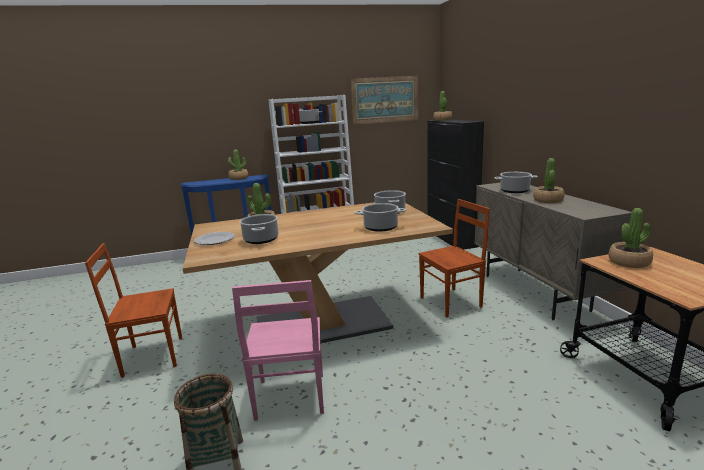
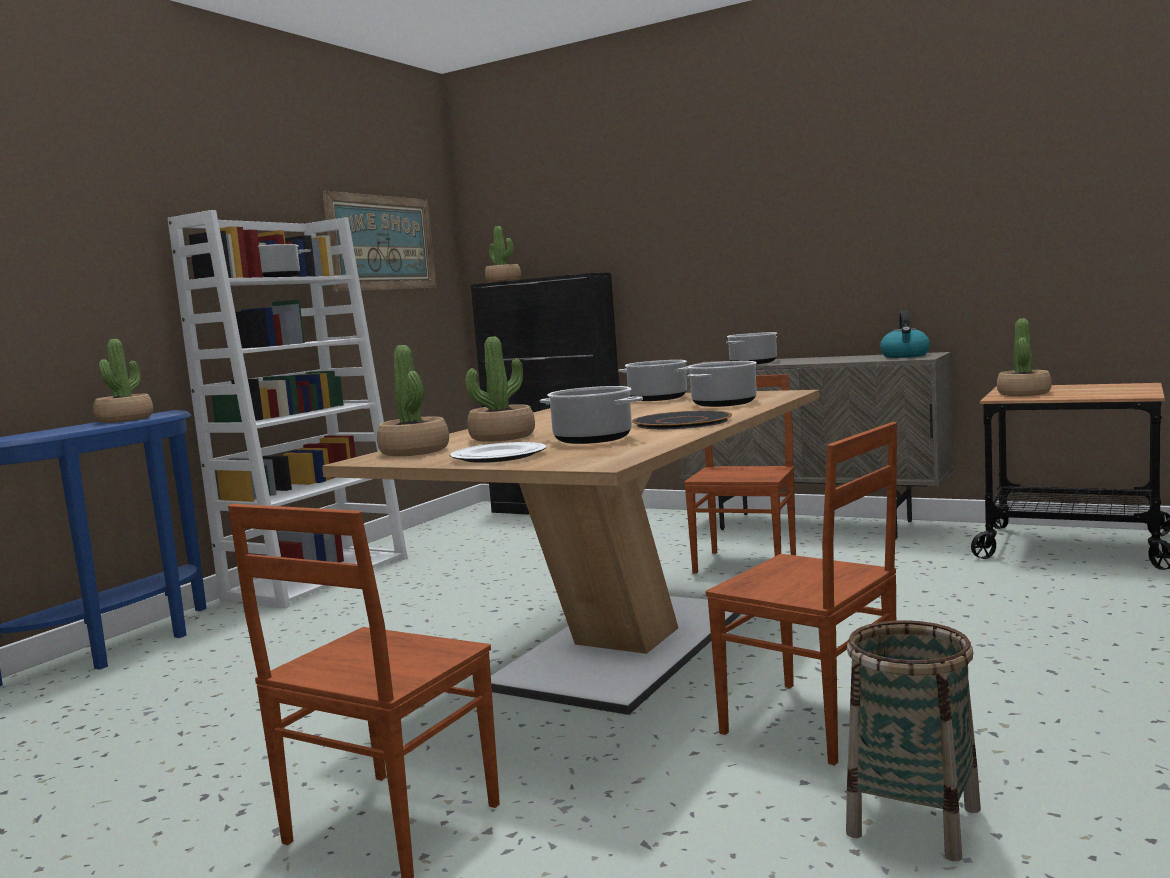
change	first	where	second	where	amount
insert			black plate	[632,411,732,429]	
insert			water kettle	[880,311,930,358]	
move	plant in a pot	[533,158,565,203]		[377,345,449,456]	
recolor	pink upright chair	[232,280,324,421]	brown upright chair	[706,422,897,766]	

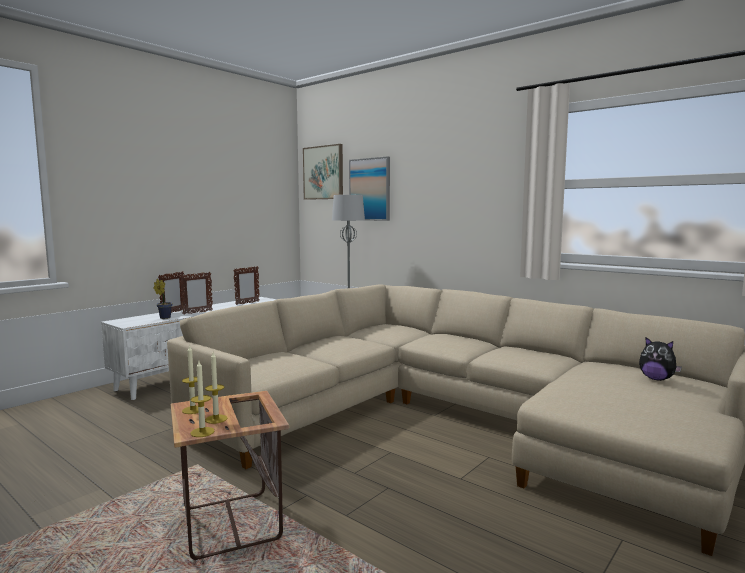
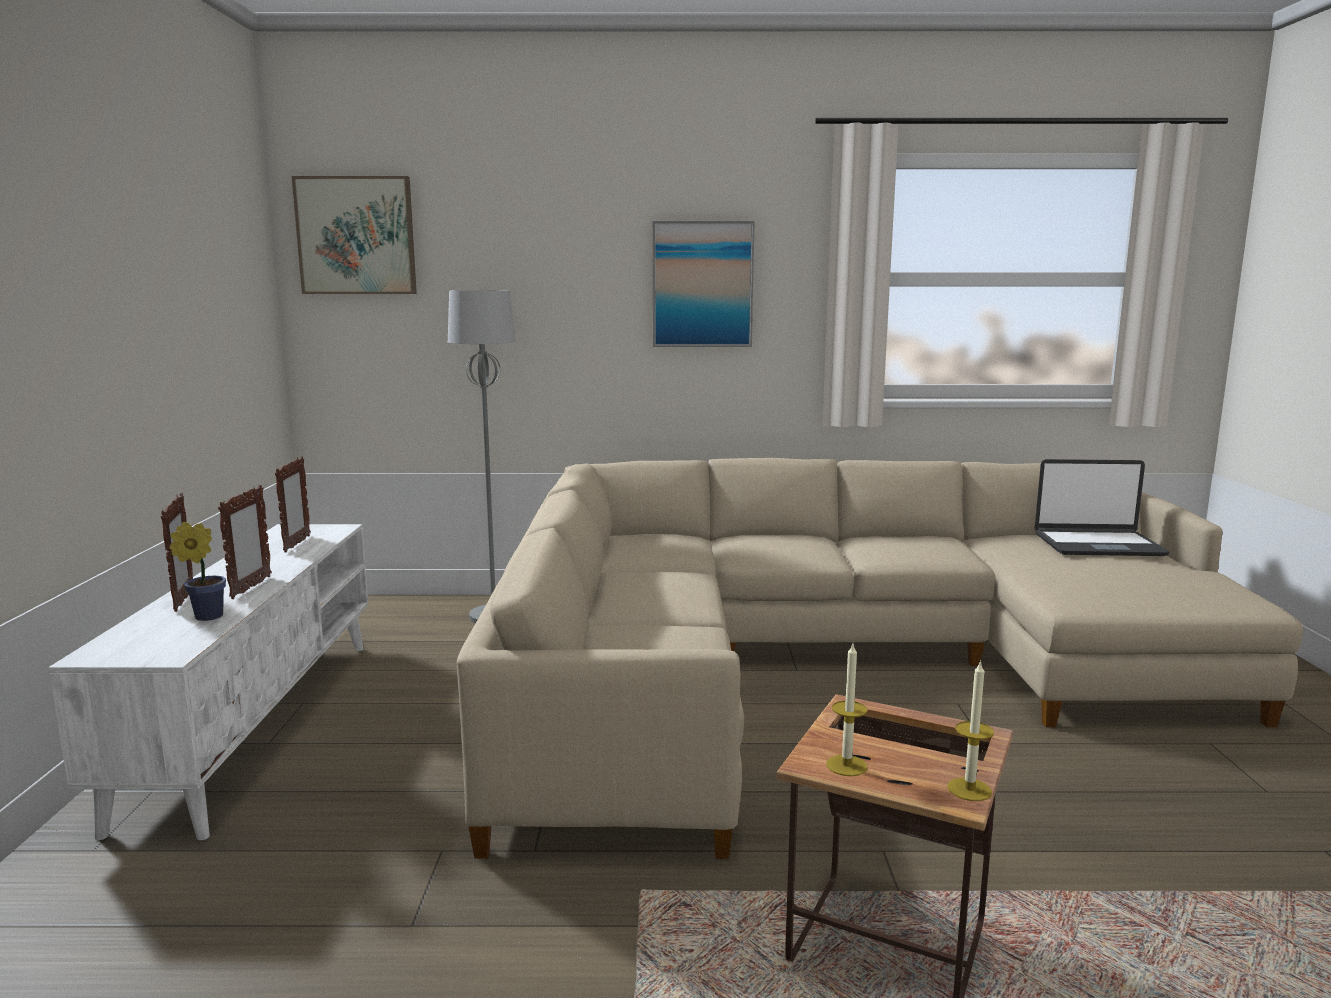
change	first	where	second	where	amount
delete	wax light	[205,352,227,424]			
move	wall picture	[349,156,390,221]		[653,221,754,347]	
replace	plush toy	[639,337,682,381]	notebook computer	[1035,459,1170,556]	

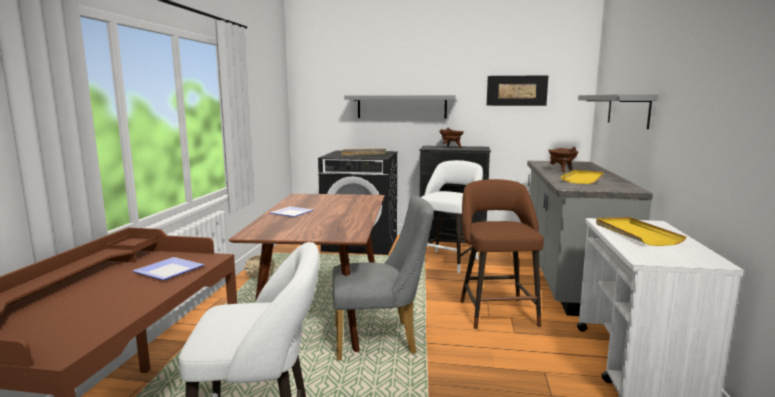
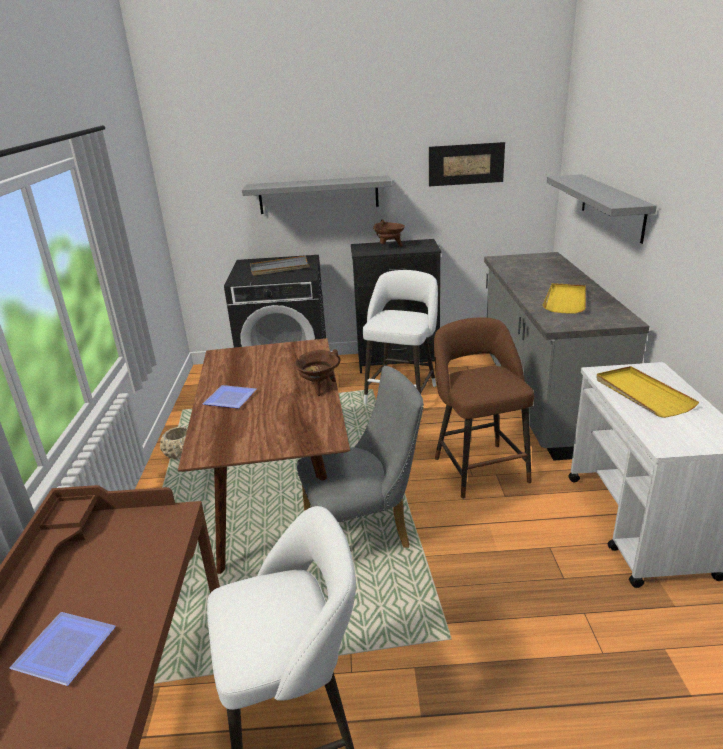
change	first	where	second	where	amount
move	plate	[133,257,204,280]		[9,612,116,686]	
move	brown cooking pot	[548,147,579,172]		[294,349,341,396]	

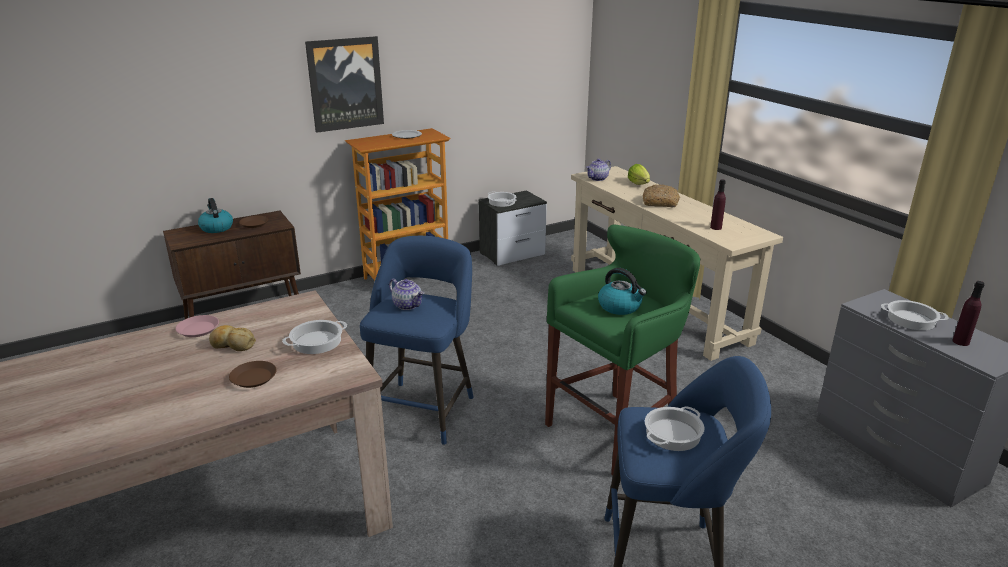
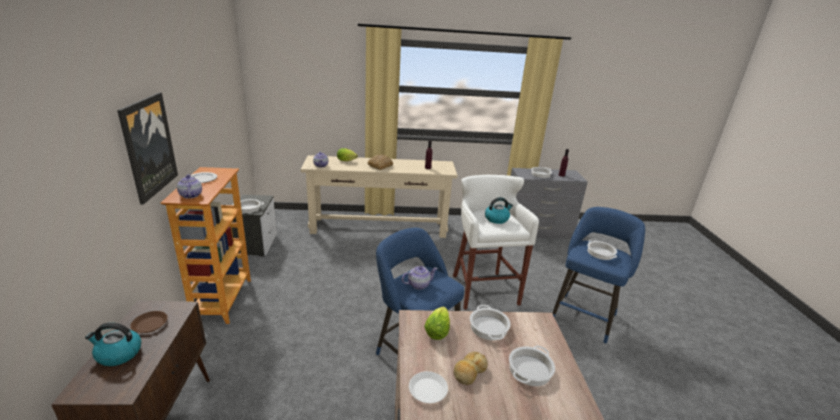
change	first	where	second	where	amount
insert			pot for tea	[177,174,202,199]	
insert			lettuce	[424,307,450,340]	
replace	brown plate	[229,361,277,388]	cooking pot	[509,346,555,386]	
recolor	pink plate	[176,315,219,337]	white-coloured plate	[409,371,448,403]	
recolor	greenish sitting stool	[545,225,700,475]	white-coloured sitting stool	[453,175,539,310]	

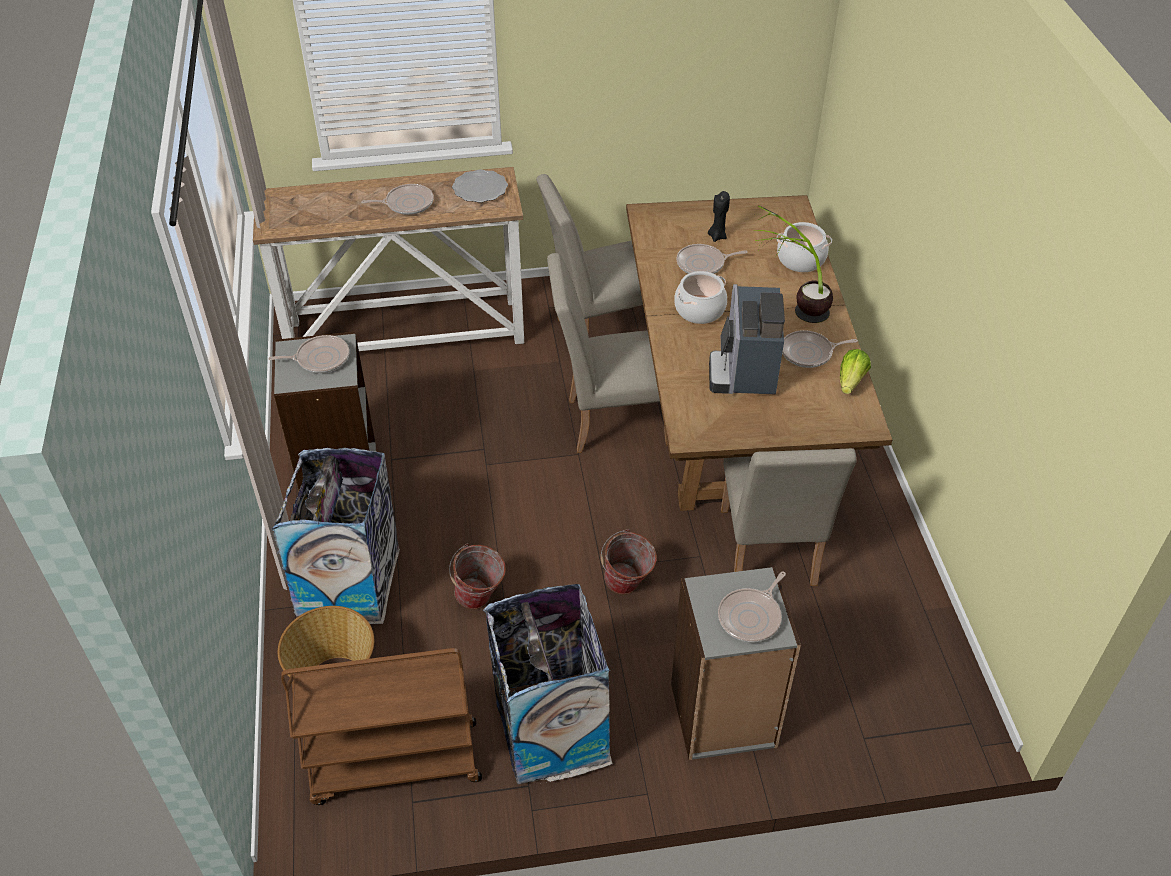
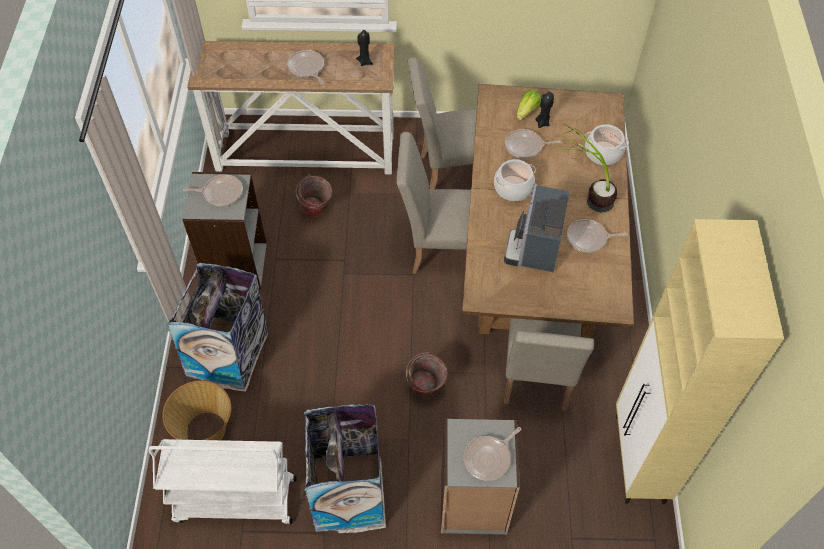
change	first	where	second	where	amount
insert			sand-coloured cupboard	[616,219,784,504]	
move	water bucket	[449,543,506,609]		[296,174,332,217]	
move	lettuce	[840,349,871,394]		[516,90,542,120]	
replace	plate	[452,169,508,203]	black wax light	[356,30,373,66]	
recolor	brown trolley	[281,648,482,805]	white-coloured trolley	[149,439,297,524]	
rotate	pan	[362,184,434,215]		[288,50,324,85]	120 degrees counterclockwise

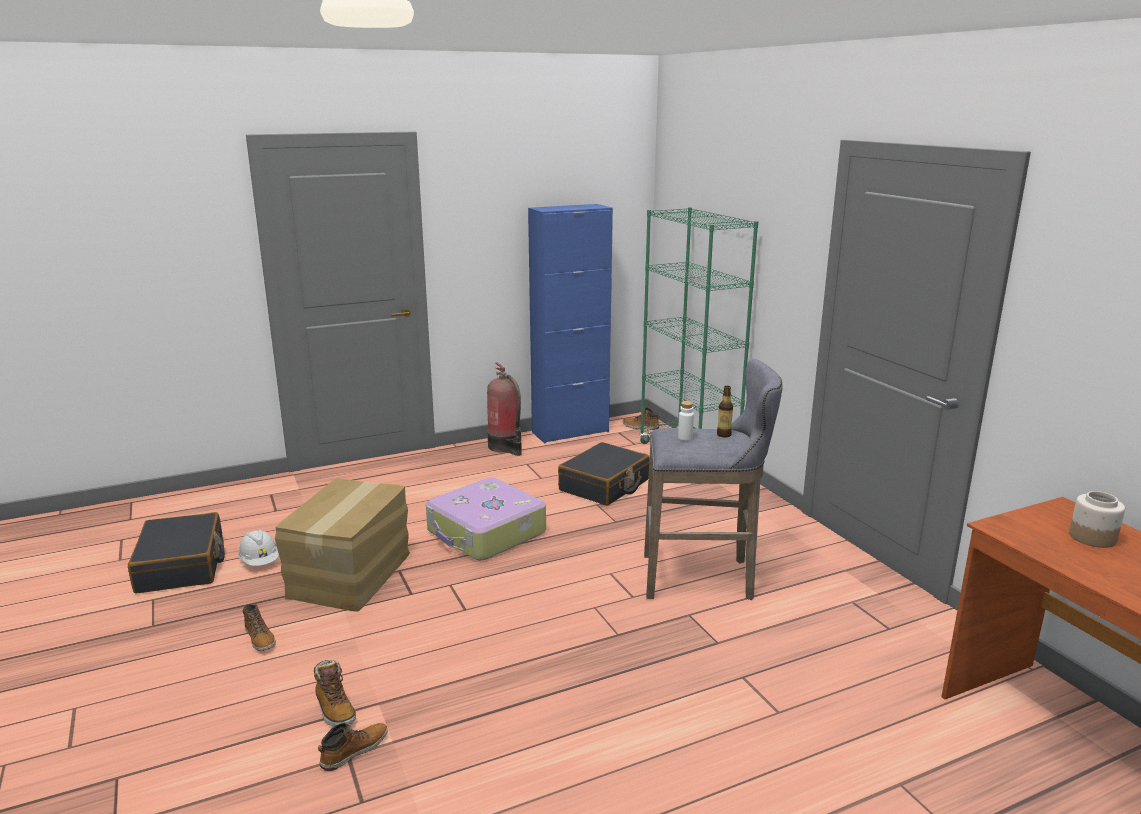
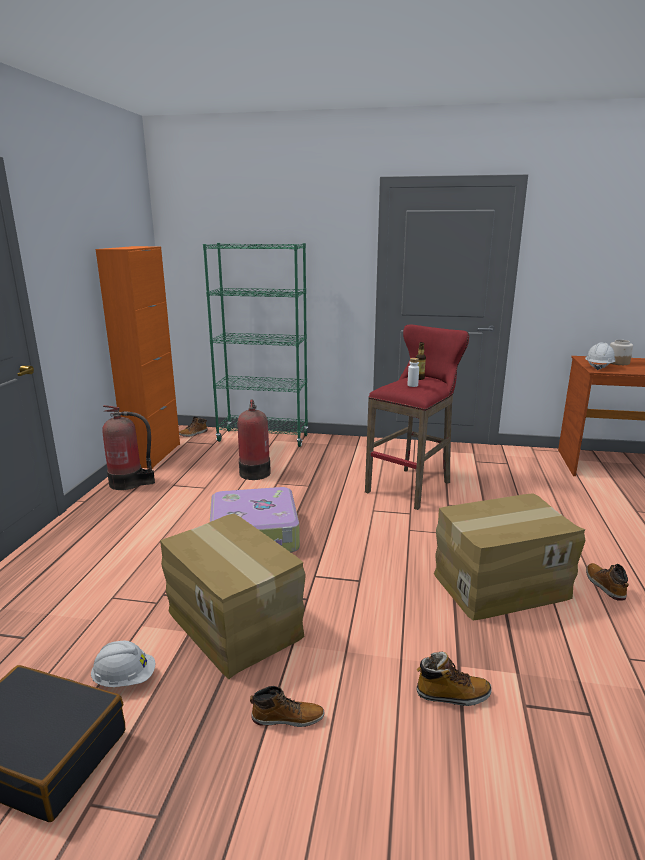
change	first	where	second	where	amount
insert			cardboard box	[434,493,585,621]	
insert			white-coloured hard hat	[585,342,615,370]	
move	boot	[318,723,388,771]		[586,563,629,601]	
replace	black piece of luggage	[558,442,650,506]	extinguisher	[238,400,271,480]	
recolor	blue-coloured cupboard	[528,204,613,443]	orange-coloured cupboard	[96,246,180,469]	
recolor	gray sitting stool	[644,359,783,600]	red sitting stool	[365,325,469,510]	

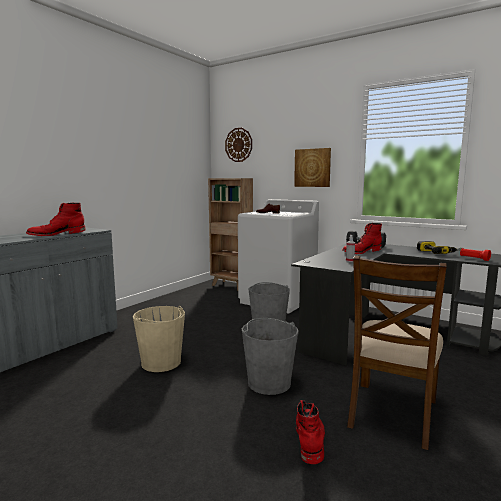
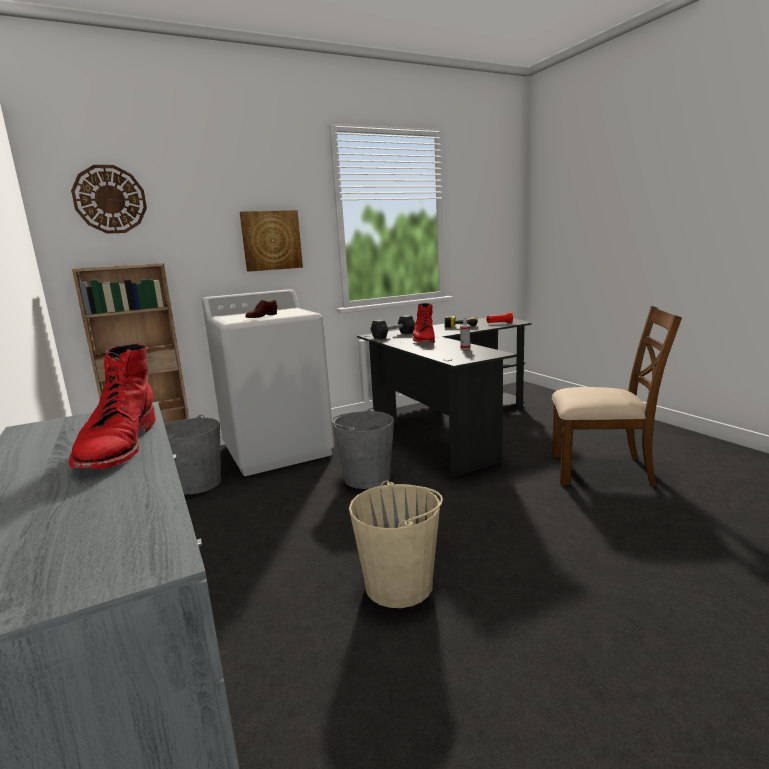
change	first	where	second	where	amount
delete	red boot	[296,400,325,464]			
move	gray water bucket	[242,318,299,395]		[164,415,221,495]	
rotate	brown upright chair	[347,255,447,450]		[552,306,682,487]	45 degrees counterclockwise

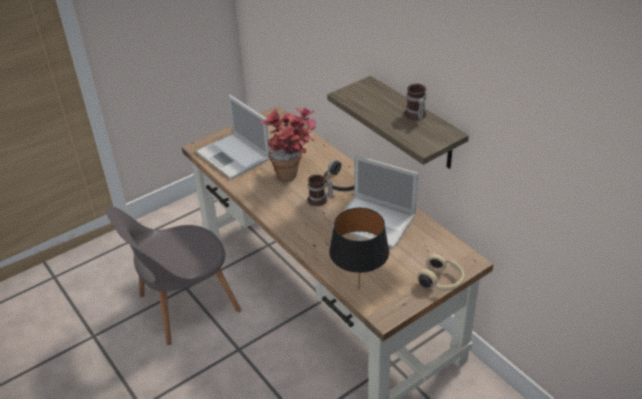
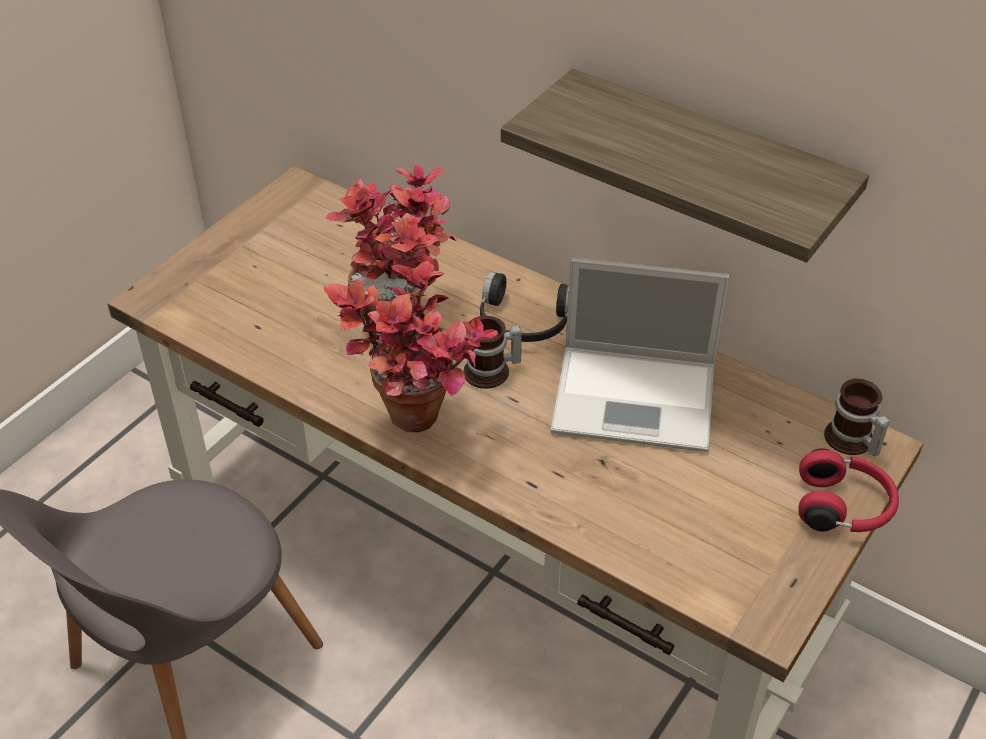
change	first	where	second	where	amount
delete	notebook computer	[196,95,270,179]			
delete	black lamp for a table	[329,207,389,289]			
insert			plant in a pot	[324,260,498,432]	
move	mug	[404,84,427,121]		[824,379,890,457]	
recolor	sand-coloured headset	[417,254,465,291]	red headset	[798,448,899,532]	

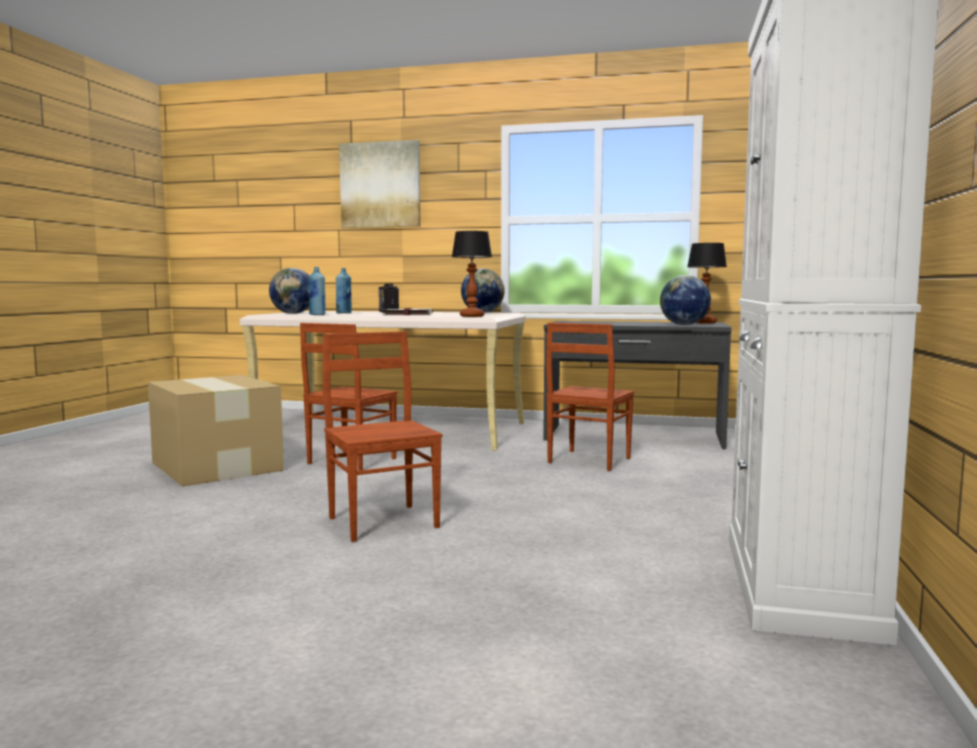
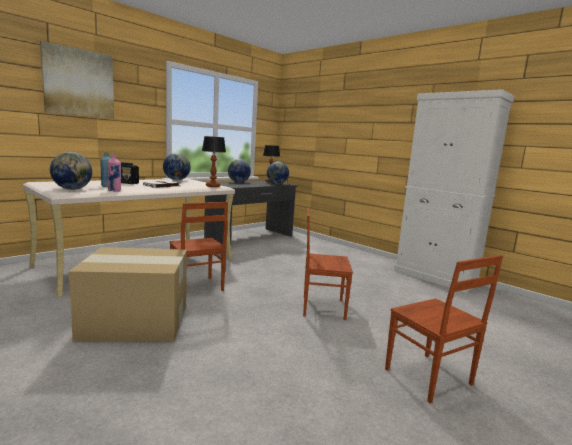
change	first	where	second	where	amount
insert			globe	[228,159,251,183]	
move	brown upright chair	[546,323,634,471]		[385,255,503,403]	
recolor	blue-coloured beverage bottle	[308,267,325,315]	pink beverage bottle	[107,154,121,192]	

